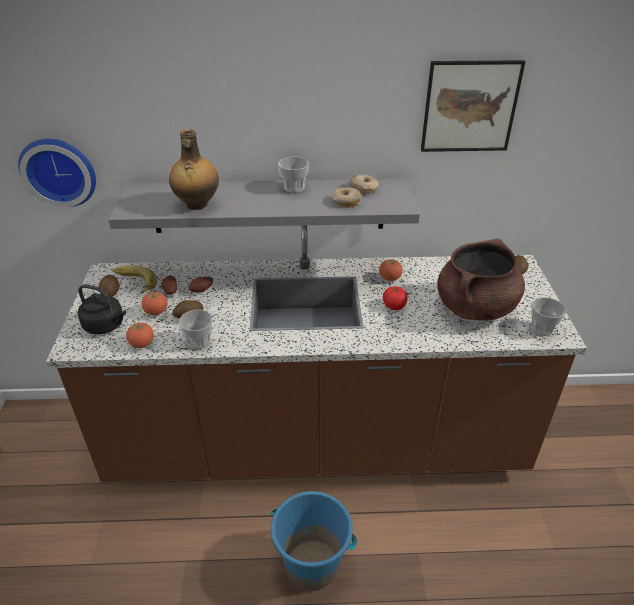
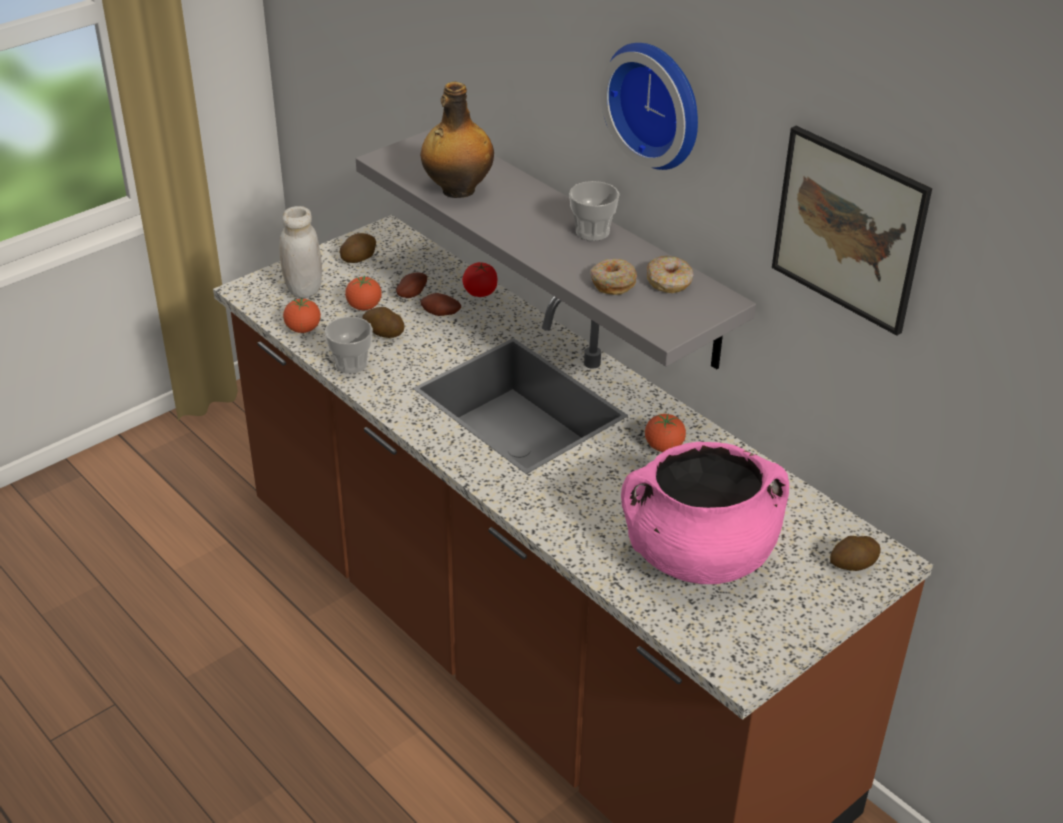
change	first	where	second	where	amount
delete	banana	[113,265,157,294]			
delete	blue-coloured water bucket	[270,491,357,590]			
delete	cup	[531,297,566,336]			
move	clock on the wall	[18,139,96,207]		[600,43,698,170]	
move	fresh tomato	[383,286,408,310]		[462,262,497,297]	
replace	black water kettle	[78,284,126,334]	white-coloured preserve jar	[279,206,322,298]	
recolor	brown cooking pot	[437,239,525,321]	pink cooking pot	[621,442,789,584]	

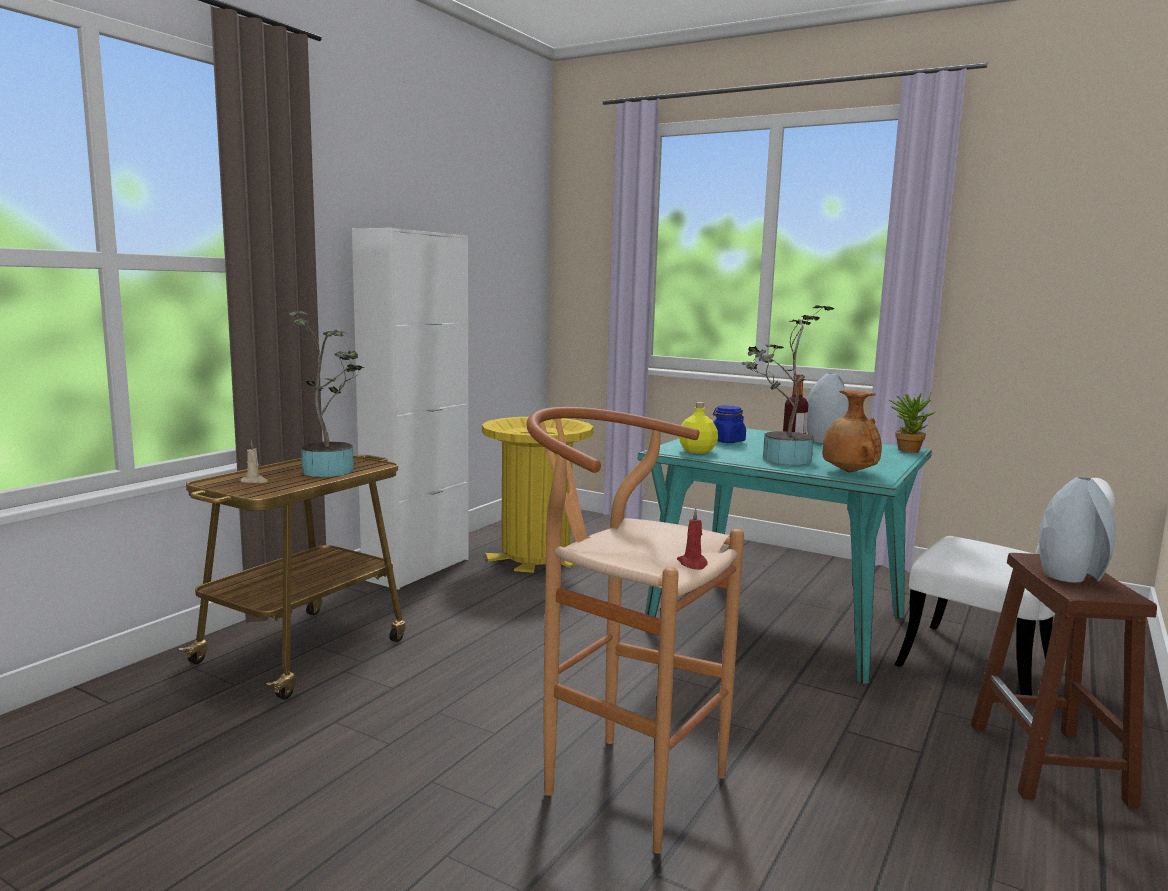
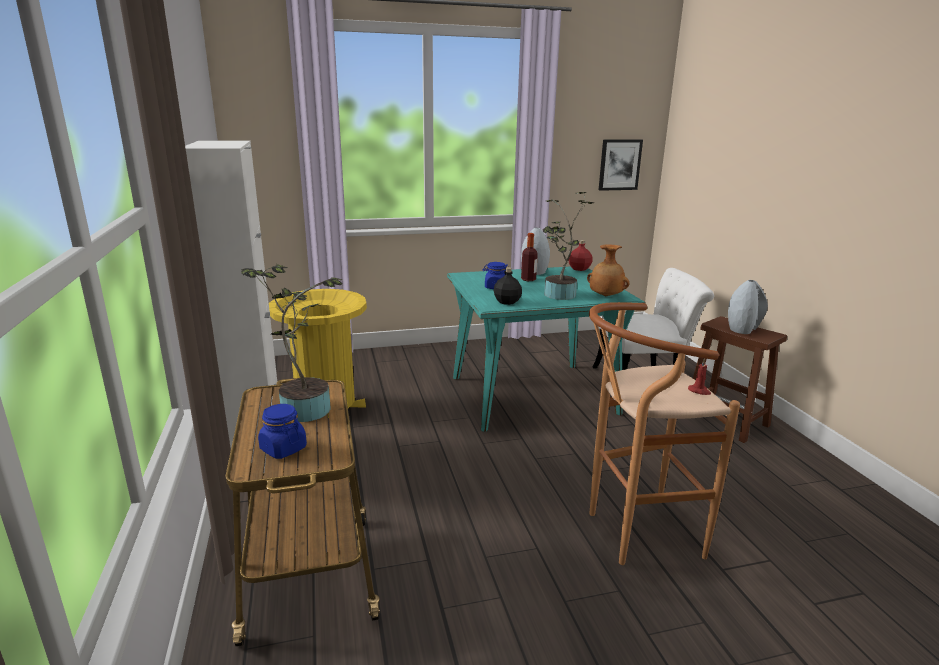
change	first	where	second	where	amount
insert			wall picture	[599,139,643,191]	
replace	sand-coloured wax light	[241,441,268,483]	blue-coloured preserve jar	[258,404,307,459]	
replace	plant in a pot	[889,393,935,453]	red beverage bottle	[568,240,592,271]	
recolor	yellowish beverage bottle	[679,402,718,454]	black beverage bottle	[494,267,522,305]	

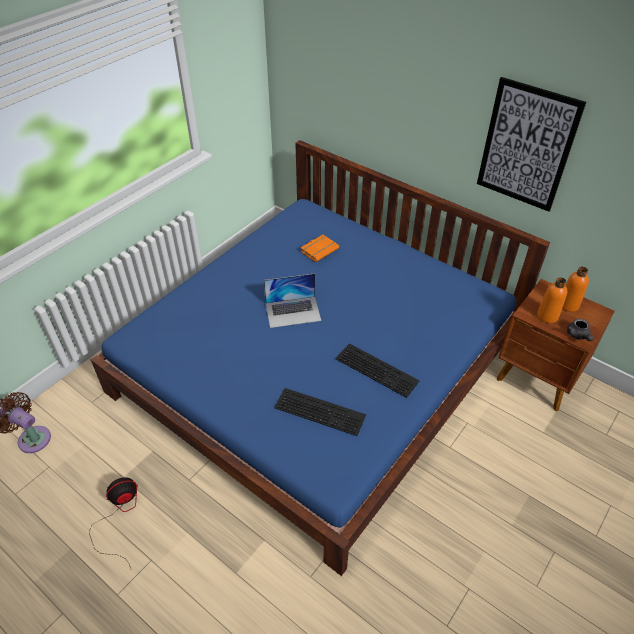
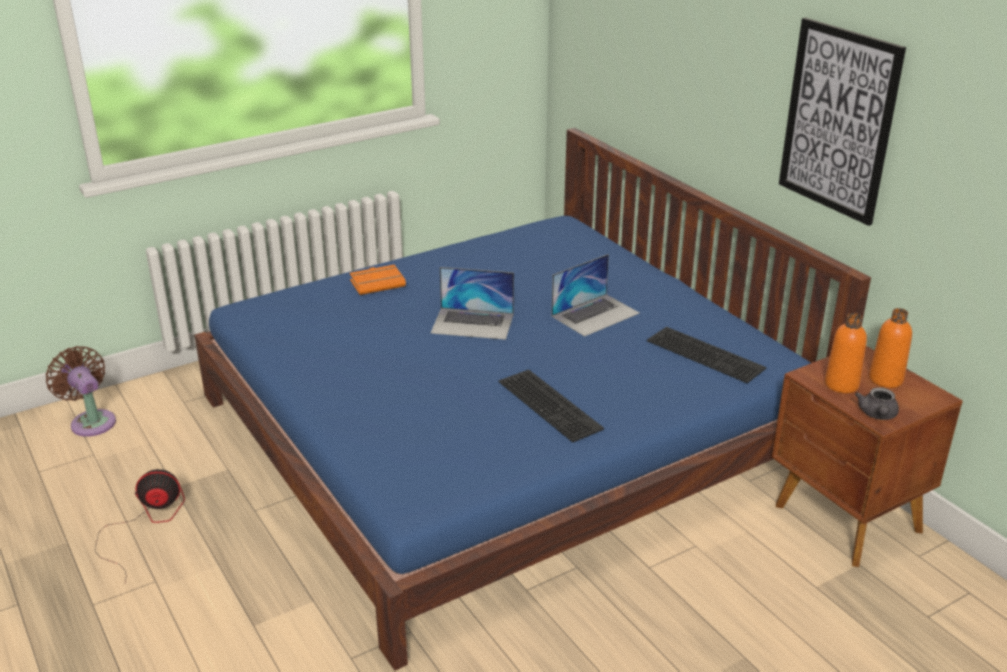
change	first	where	second	where	amount
insert			notebook computer	[551,254,640,337]	
move	PC keyboard	[274,388,366,436]		[647,327,766,383]	
move	orange-coloured volume	[301,235,339,262]		[350,265,406,295]	

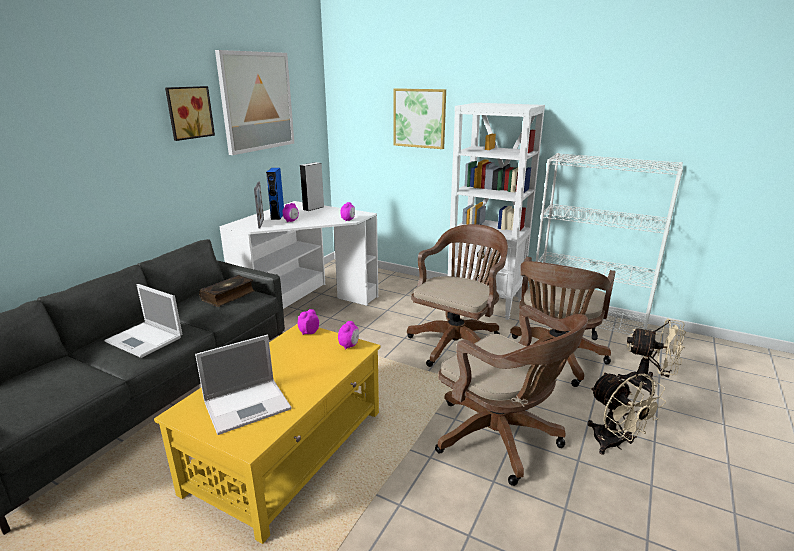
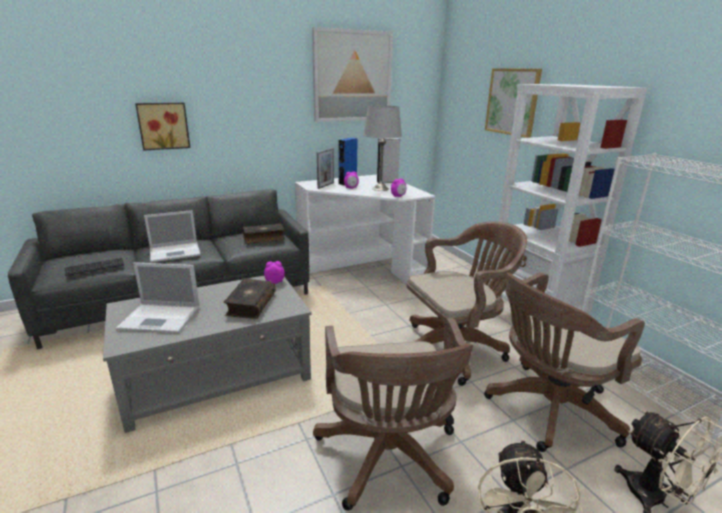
change	first	where	second	where	amount
delete	bedside clock	[338,321,359,350]			
insert			PC keyboard	[65,258,124,276]	
insert			volume	[224,278,276,319]	
insert			gray lamp for a table	[363,105,402,191]	
move	wall picture	[165,86,215,141]		[135,103,190,151]	
recolor	yellowish lounge table	[154,324,381,544]	gray lounge table	[103,276,312,433]	
rotate	notebook computer	[104,284,182,358]		[144,210,201,262]	90 degrees counterclockwise

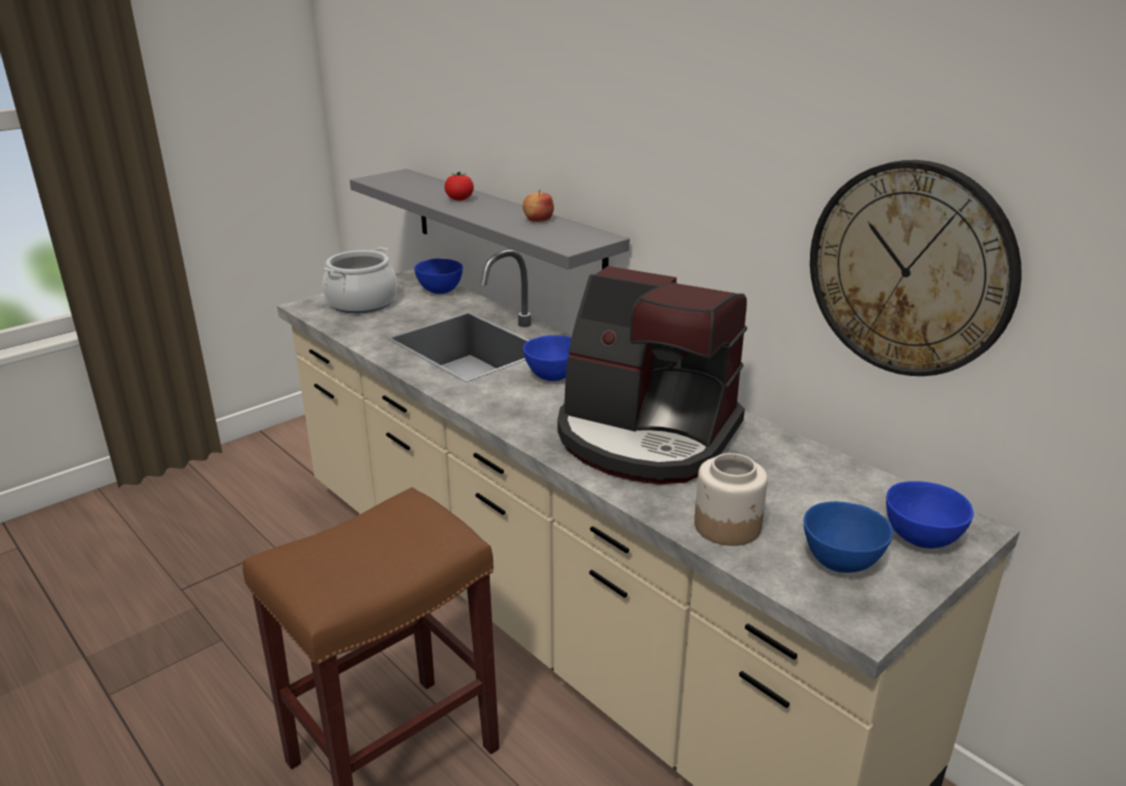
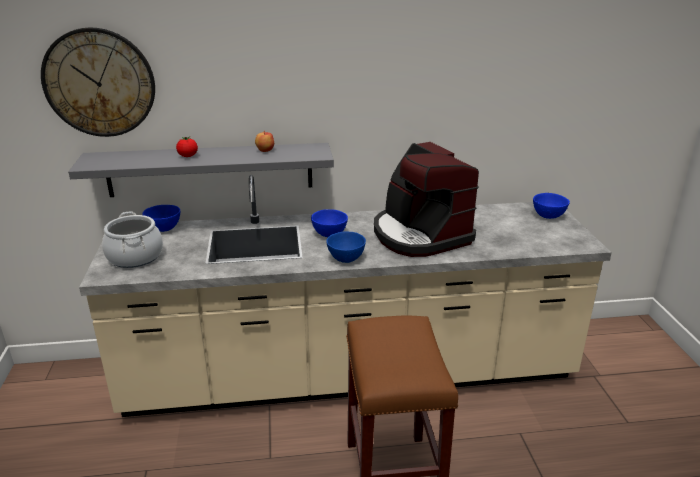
change	first	where	second	where	amount
delete	preserve jar	[694,453,768,546]			
move	blue-coloured serving bowl	[804,501,893,573]		[326,232,366,263]	
move	clock on the wall	[810,160,1022,376]		[41,27,155,137]	
rotate	coffee brewer	[557,266,747,485]		[374,142,479,257]	90 degrees clockwise

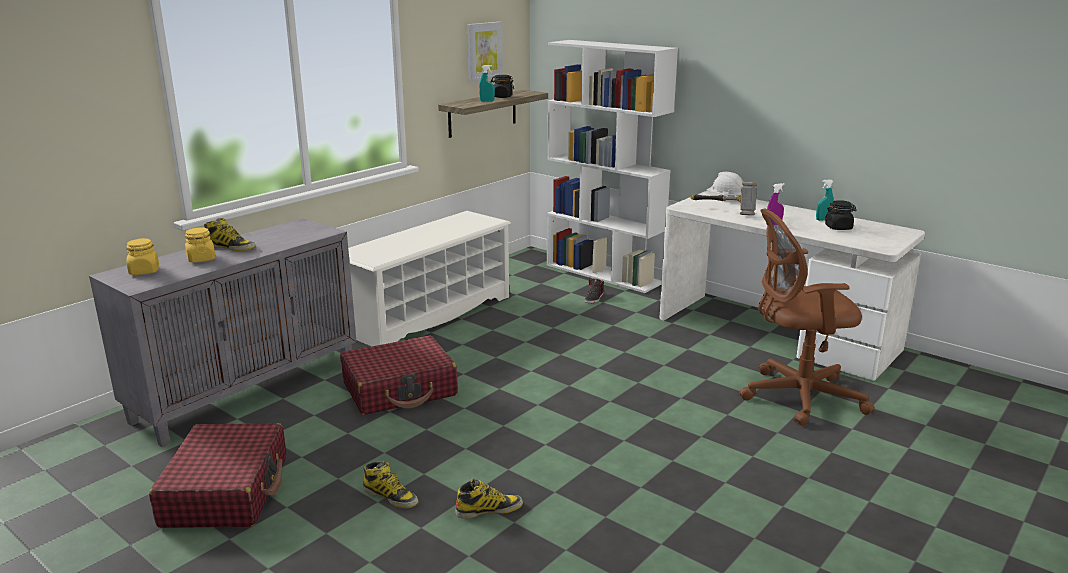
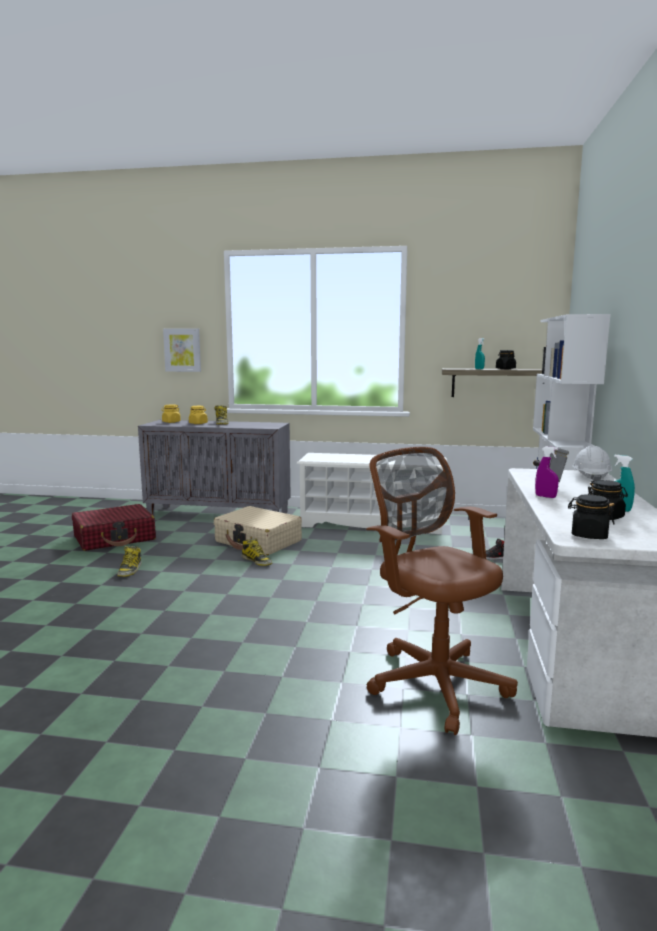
change	first	where	second	where	amount
insert			black preserve jar	[568,494,614,539]	
move	boot	[455,479,523,519]		[242,538,272,566]	
move	wall picture	[467,22,503,82]		[163,328,201,372]	
recolor	red piece of luggage	[340,336,458,415]	sand-coloured piece of luggage	[214,506,302,556]	

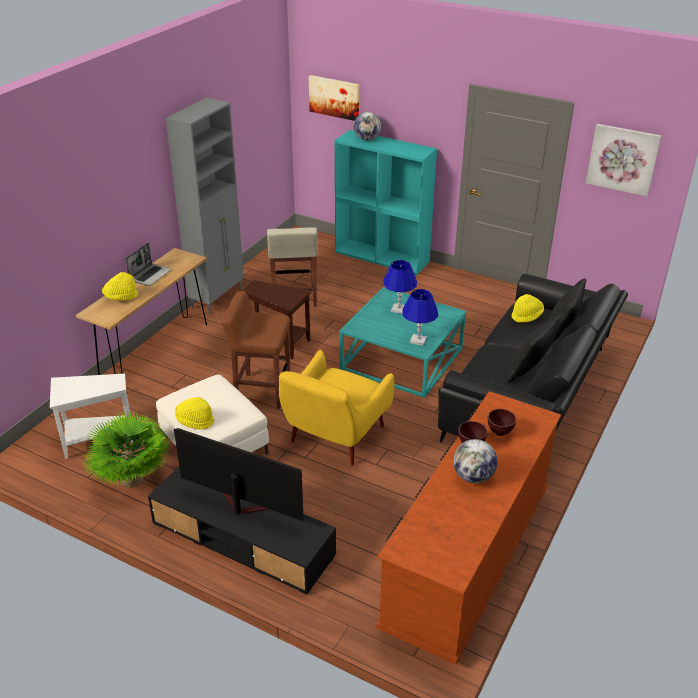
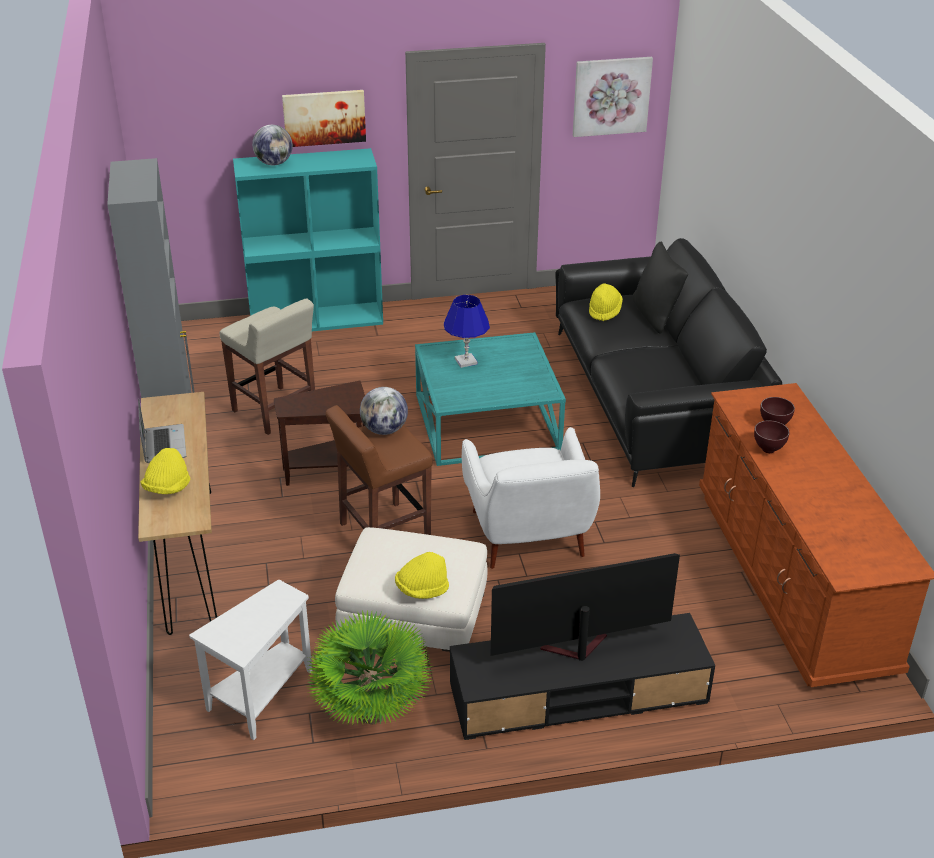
change	first	where	second	where	amount
delete	blue-coloured lamp for a table	[402,289,438,346]			
delete	black pillow	[507,316,561,383]			
move	wall picture	[309,75,359,121]		[282,90,366,147]	
move	globe	[453,439,498,483]		[360,387,408,435]	
recolor	yellowish easy chair	[279,350,394,466]	white-coloured easy chair	[462,427,600,569]	

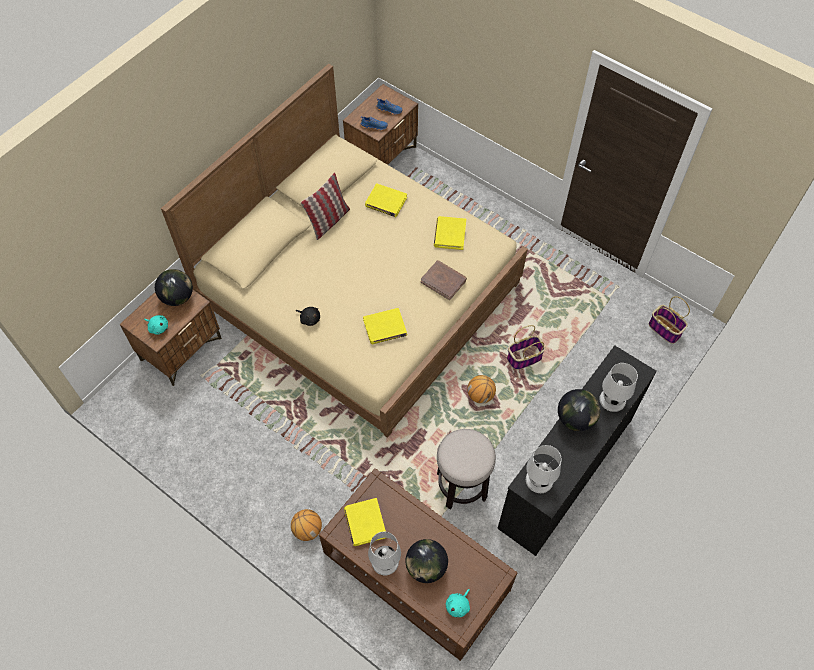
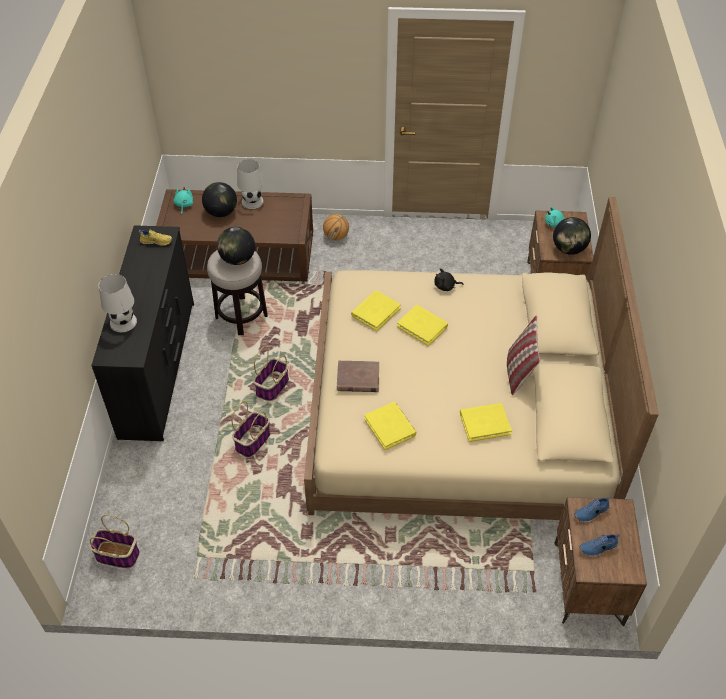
change	first	where	second	where	amount
move	yellowish volume	[344,498,386,546]		[397,305,448,346]	
move	globe	[558,389,600,431]		[217,227,255,265]	
replace	basketball ball	[467,375,496,404]	household basket	[253,346,289,401]	
replace	white-coloured lamp for a table	[526,445,561,493]	yellowish shoe	[139,230,172,246]	

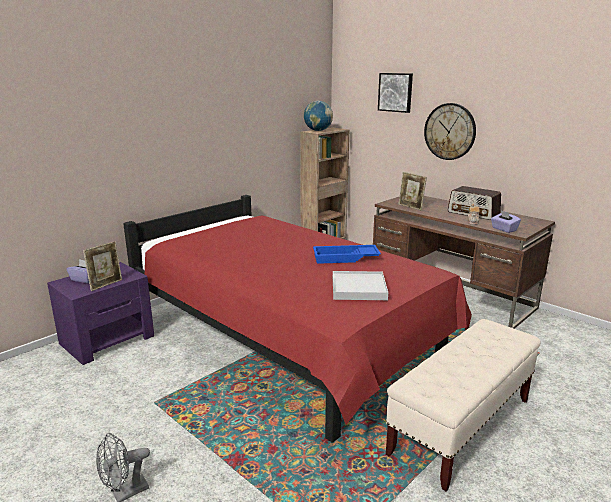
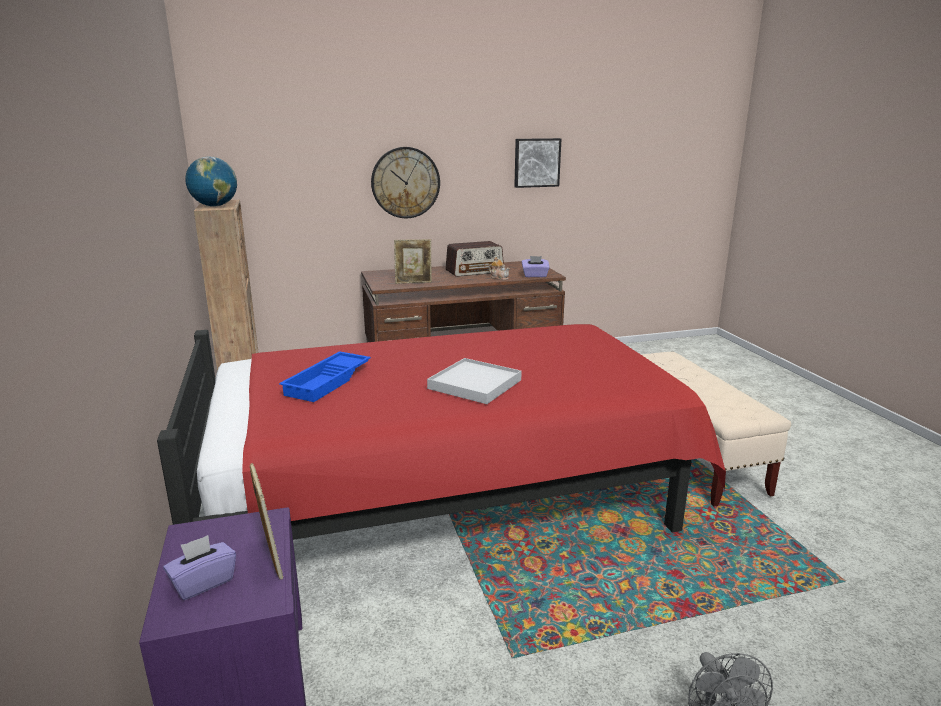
change	first	where	second	where	amount
move	blue-coloured tray	[313,245,381,264]		[279,351,371,402]	
move	white-coloured tray	[333,271,388,300]		[427,358,522,404]	
move	wall picture	[378,73,413,113]		[514,138,561,188]	

